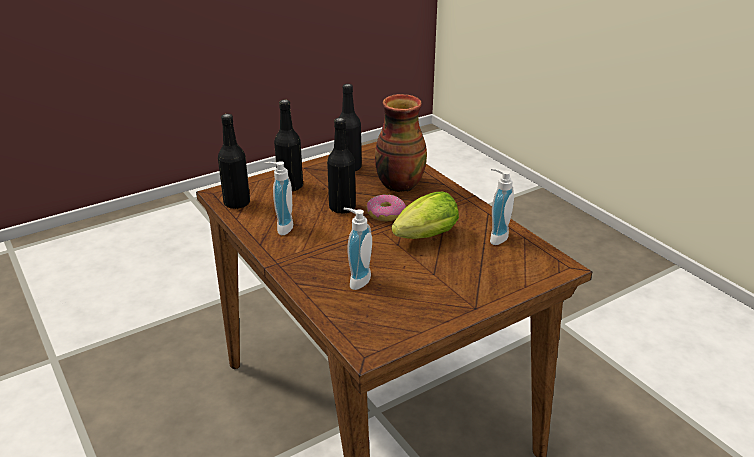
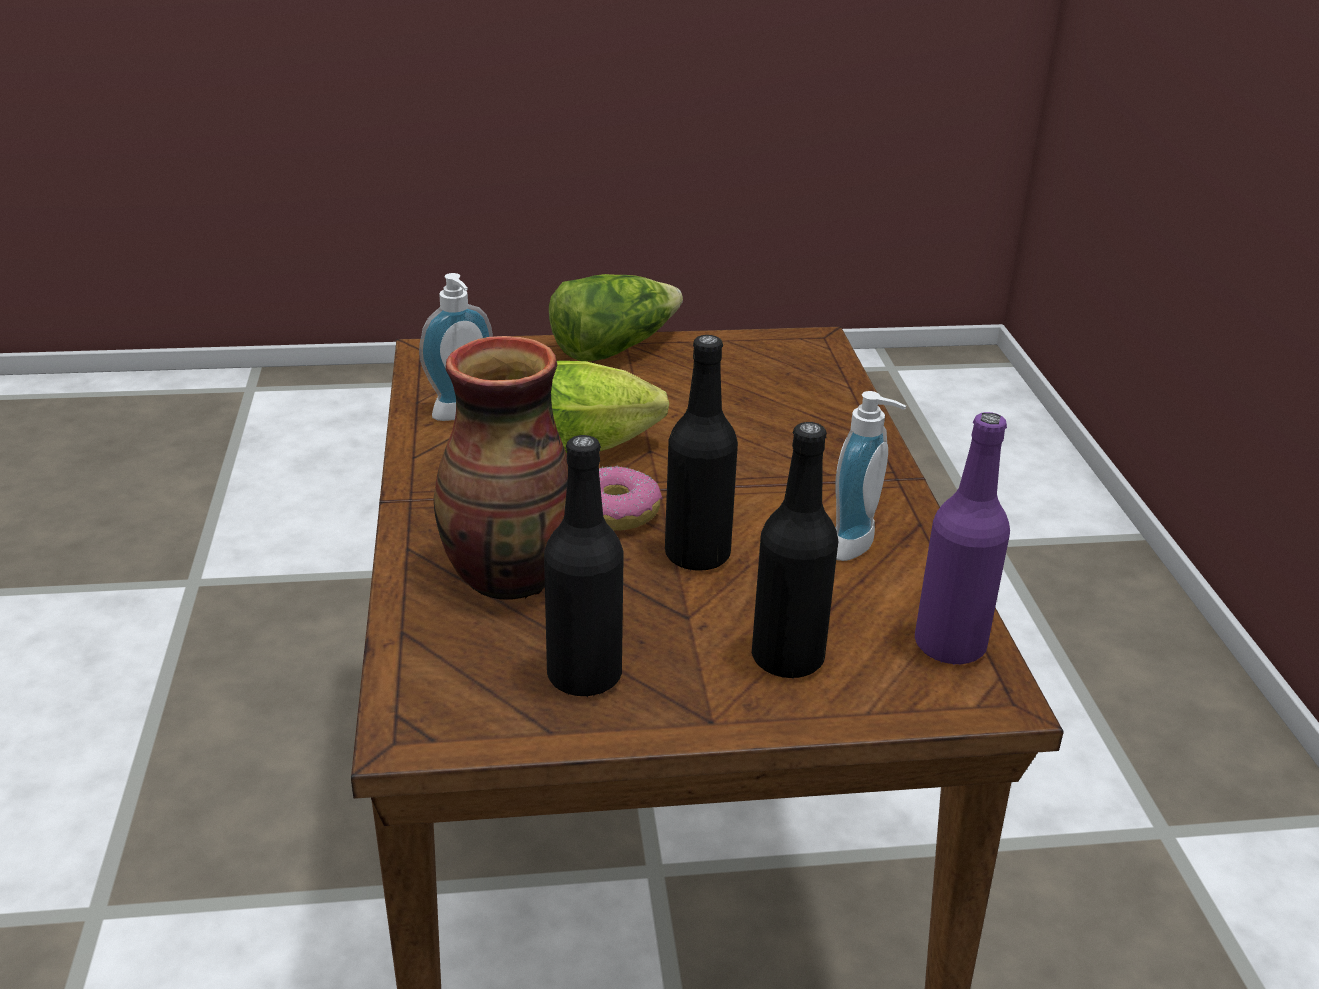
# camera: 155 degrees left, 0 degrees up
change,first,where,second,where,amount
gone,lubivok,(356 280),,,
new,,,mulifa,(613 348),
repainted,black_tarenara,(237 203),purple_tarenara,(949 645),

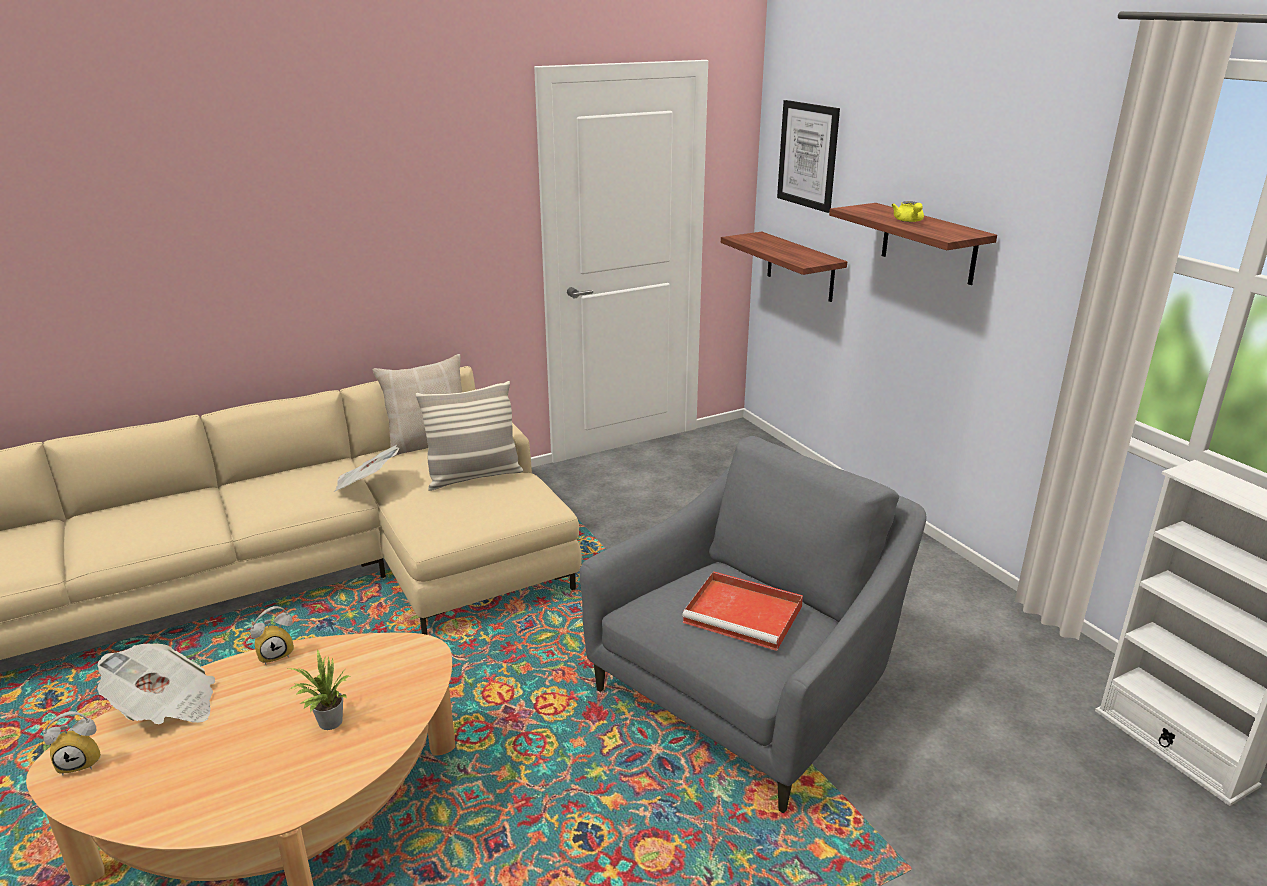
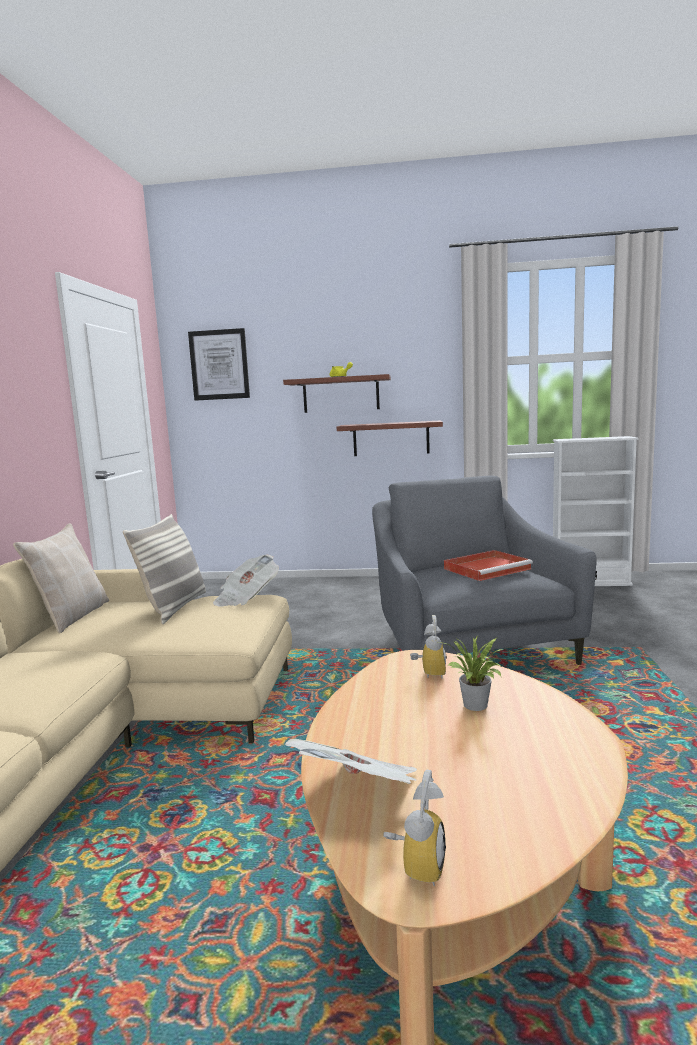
# camera: 55 degrees left, 15 degrees down
change,first,where,second,where,amount
shifted,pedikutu,(276 653),,(428 673),
shifted,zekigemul,(367 485),,(246 598),
shifted,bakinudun,(800 267),,(391 438),

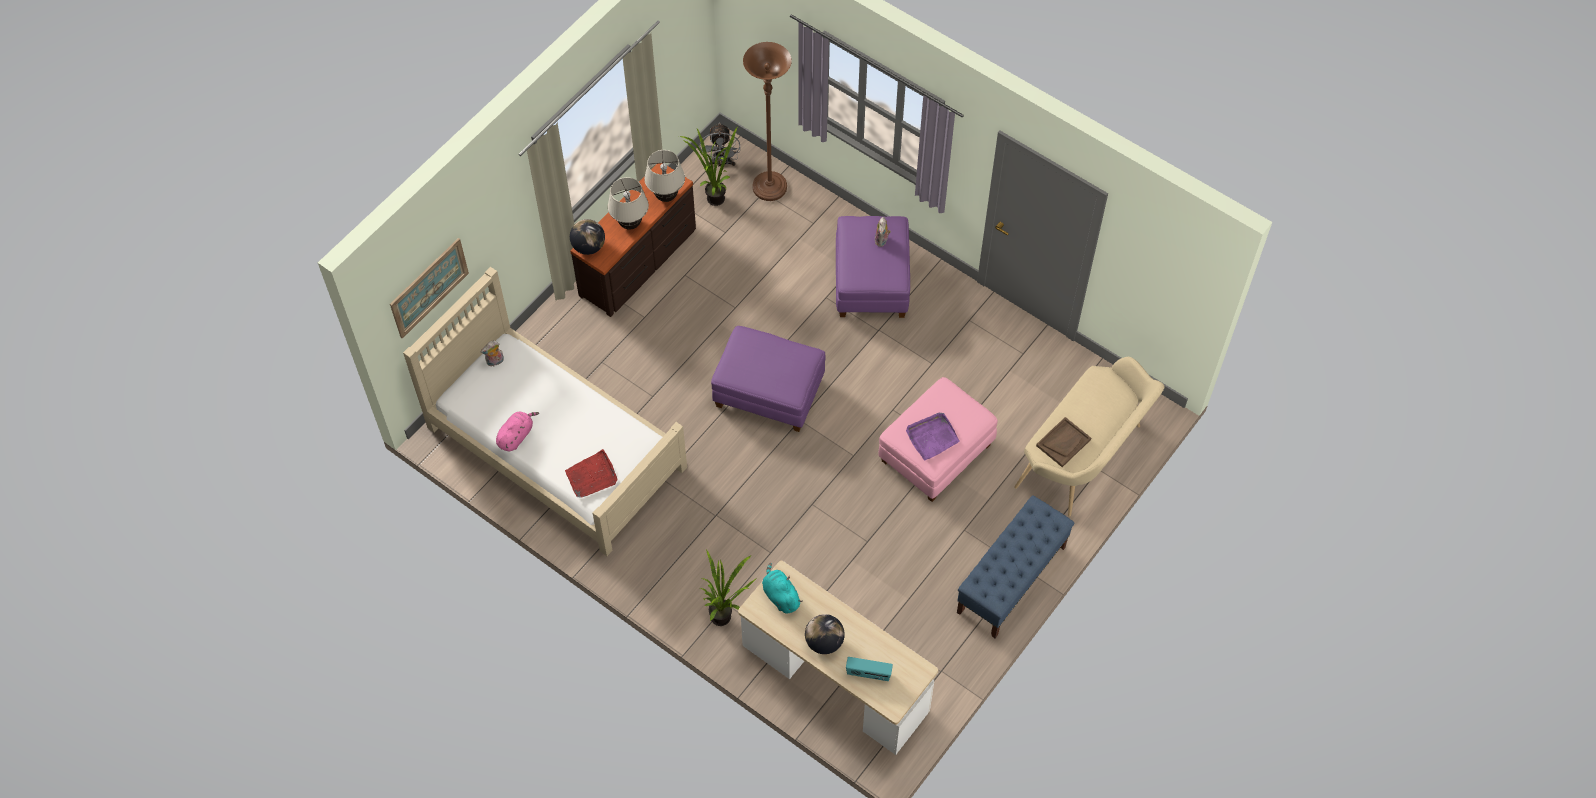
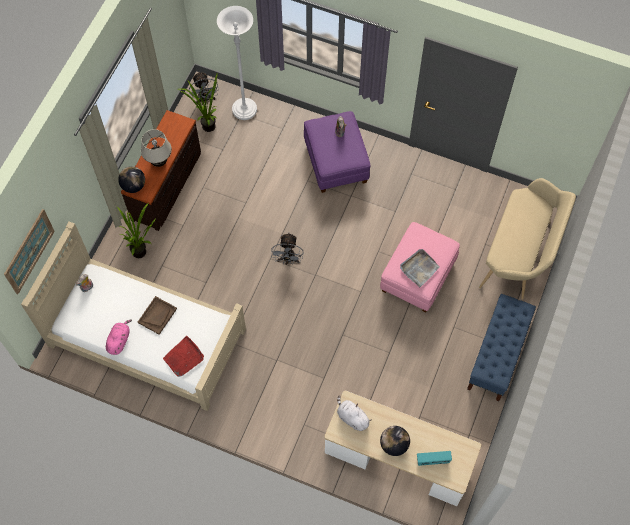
# camera: 15 degrees left, 5 degrees up
change,first,where,second,where,amount
gone,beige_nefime,(666 197),,,
shifted,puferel,(726 617),,(143 252),
shifted,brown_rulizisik,(1063 442),,(157 315),
swapped,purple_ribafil,(769 392),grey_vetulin,(288 260),
repainted,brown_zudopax,(769 187),white_zudopax,(244 110),
repainted,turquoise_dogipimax,(780 596),white_dogipimax,(352 417),
repainted,purple_rulizisik,(932 437),grey_rulizisik,(419 268),

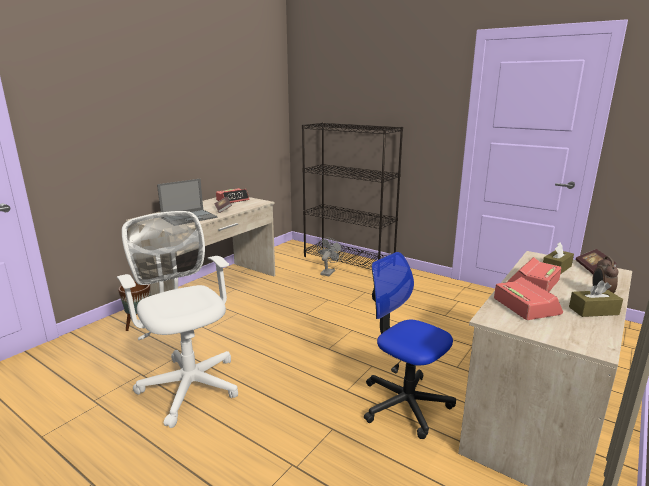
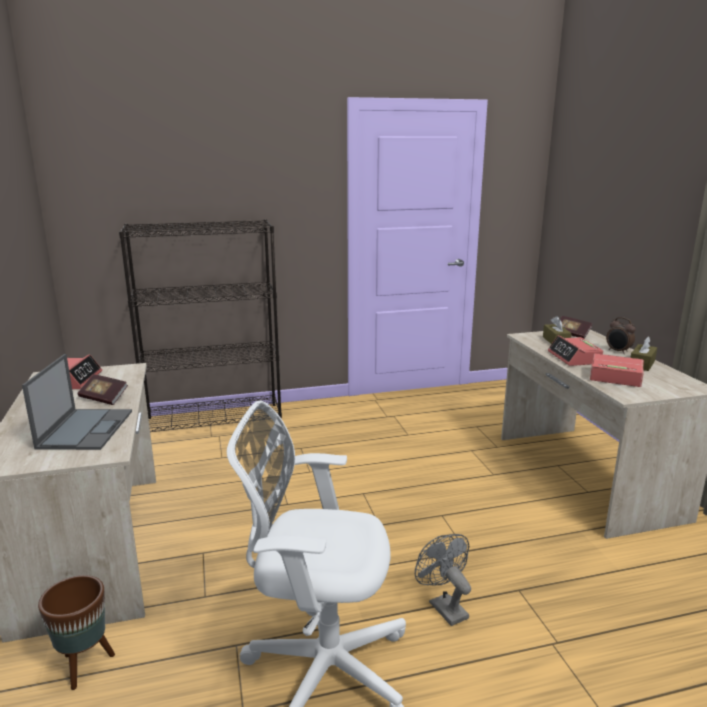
# camera: 50 degrees left, 0 degrees up
change,first,where,second,where,amount
gone,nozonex,(405 403),,,
shifted,grey_vetulin,(328 272),,(443 606),

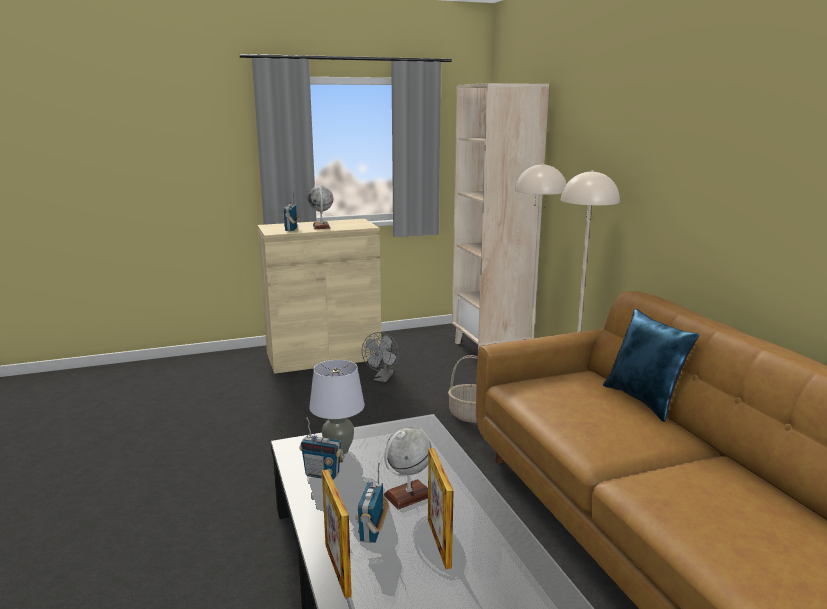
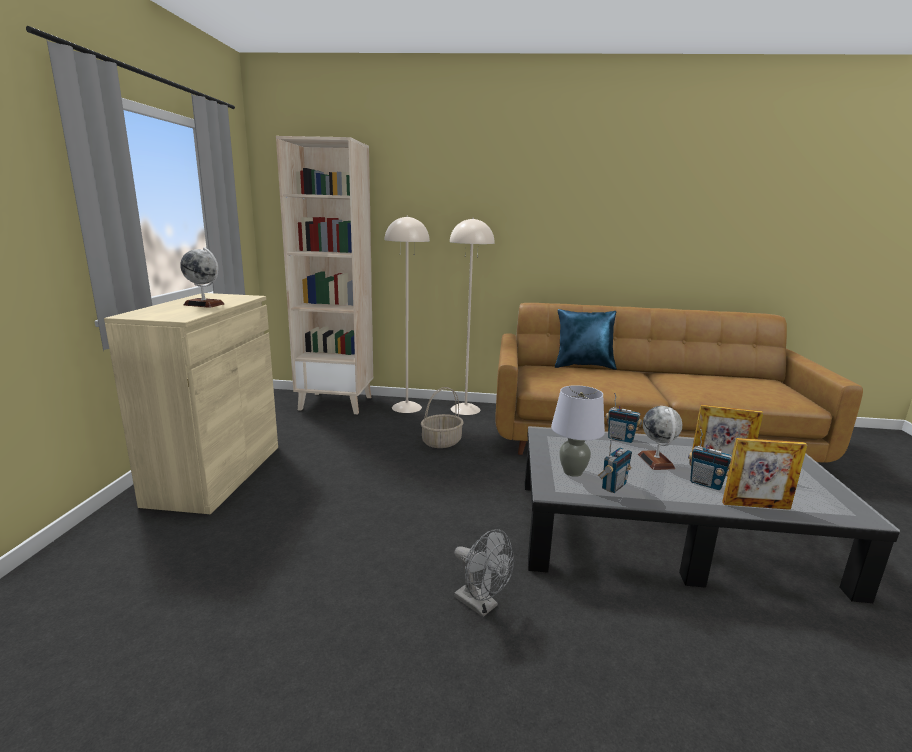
# camera: 65 degrees left, 0 degrees up
change,first,where,second,where,amount
shifted,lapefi,(291 229),,(620 439),
shifted,grey_vetulin,(382 378),,(481 605),

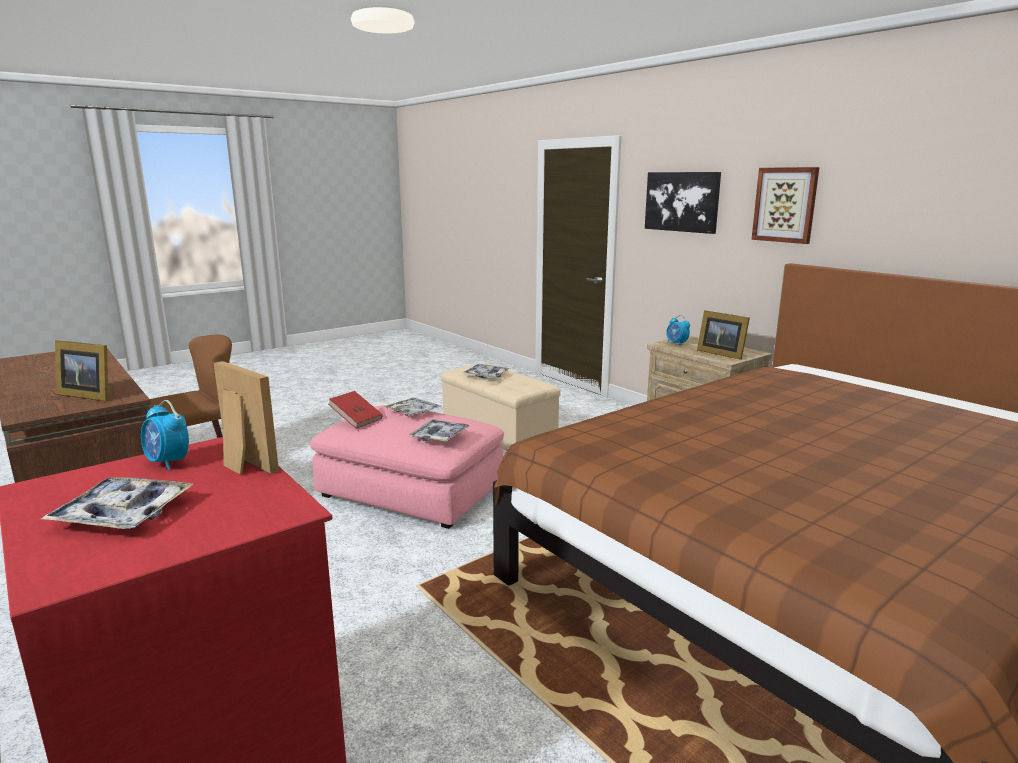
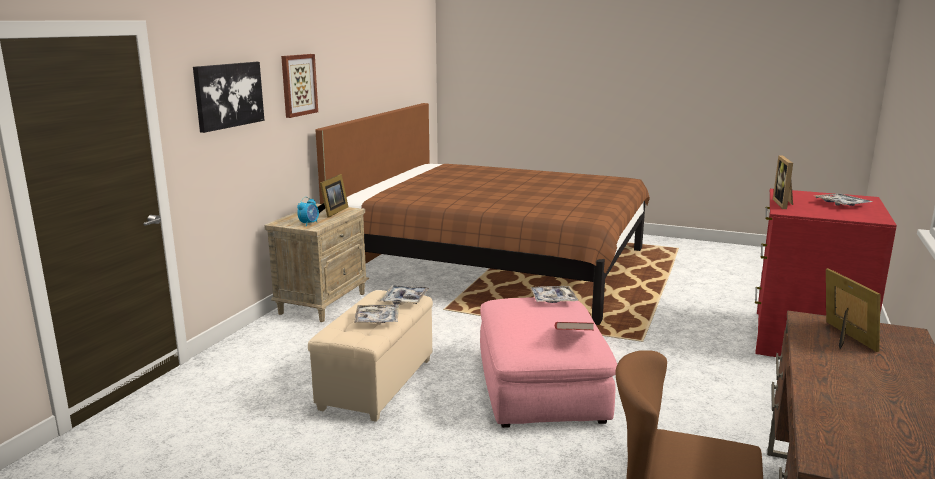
# camera: 120 degrees left, 0 degrees up
change,first,where,second,where,amount
gone,pedikutu,(168 463),,,
shifted,rulizisik,(413 412),,(405 299),

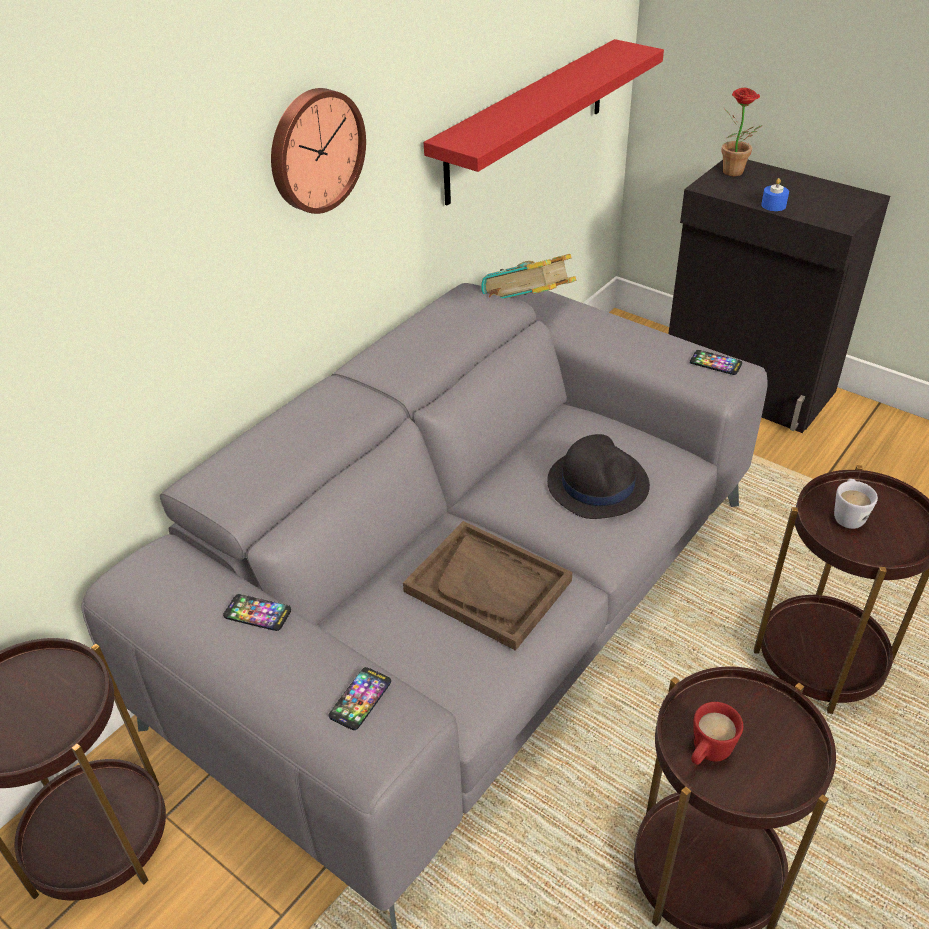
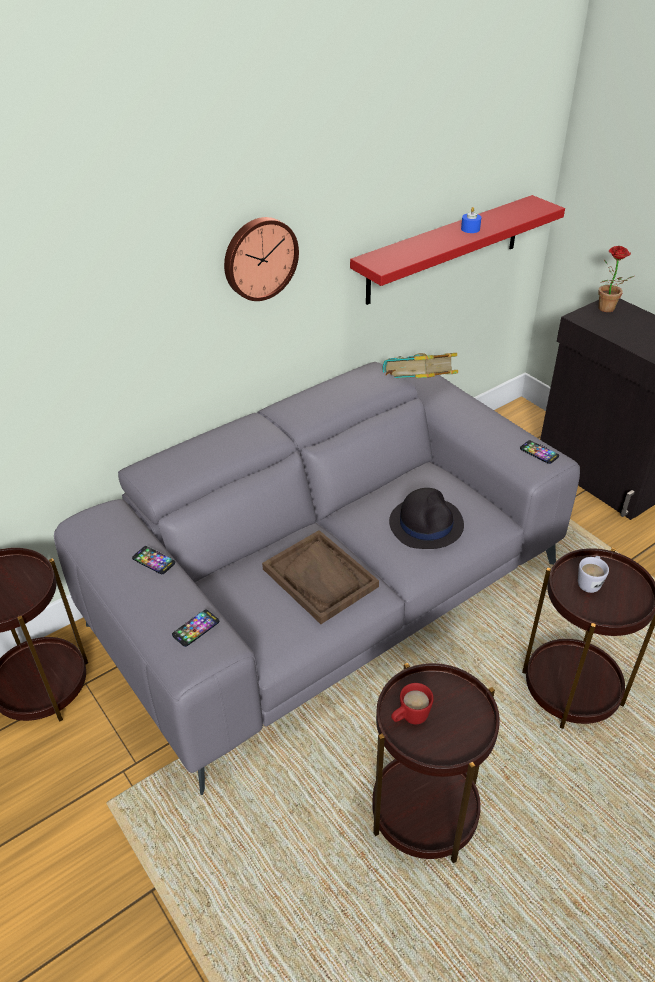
# camera: 15 degrees right, 0 degrees up
change,first,where,second,where,amount
shifted,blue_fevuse,(773 205),,(470 229),

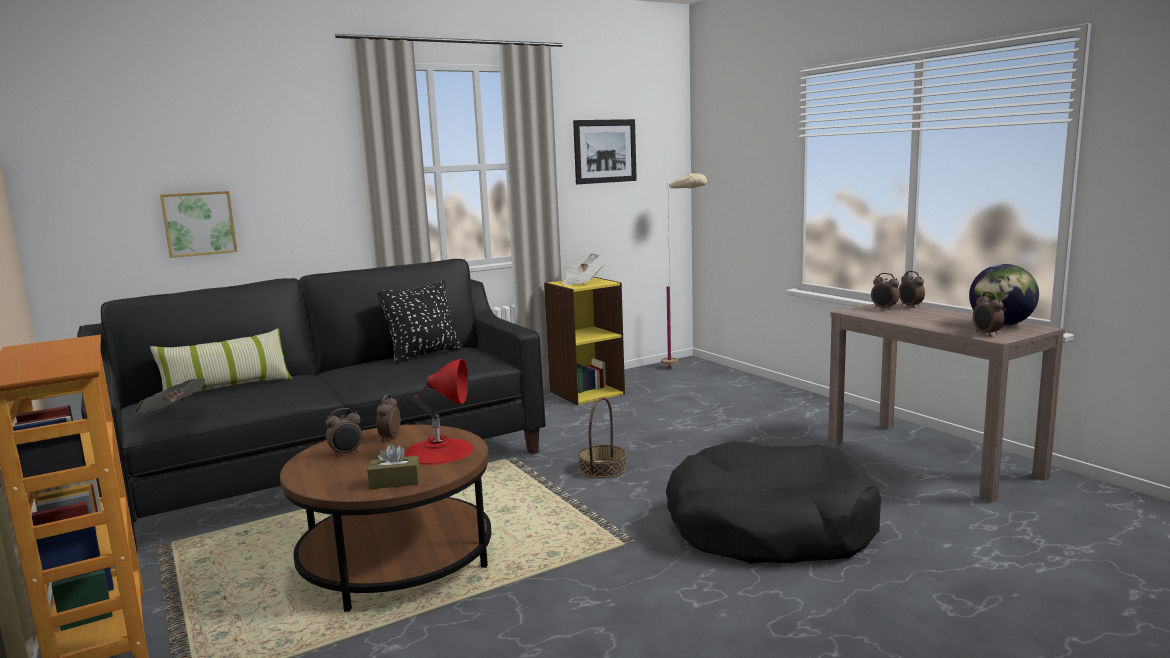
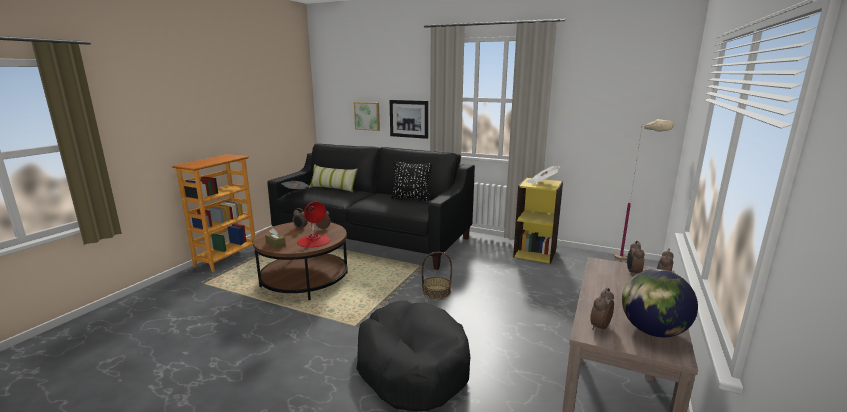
# camera: 55 degrees right, 5 degrees up
change,first,where,second,where,amount
shifted,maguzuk,(605 151),,(409 119),

